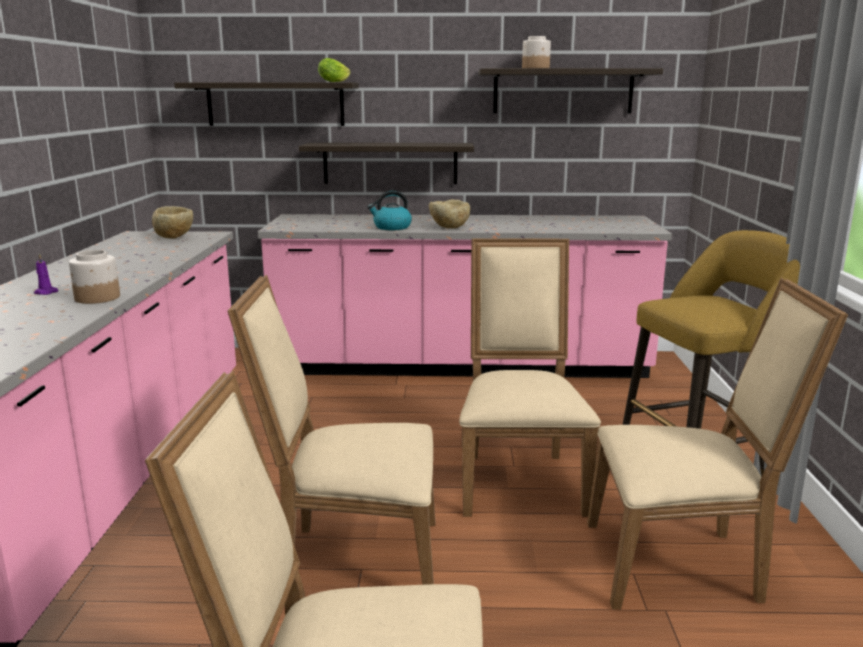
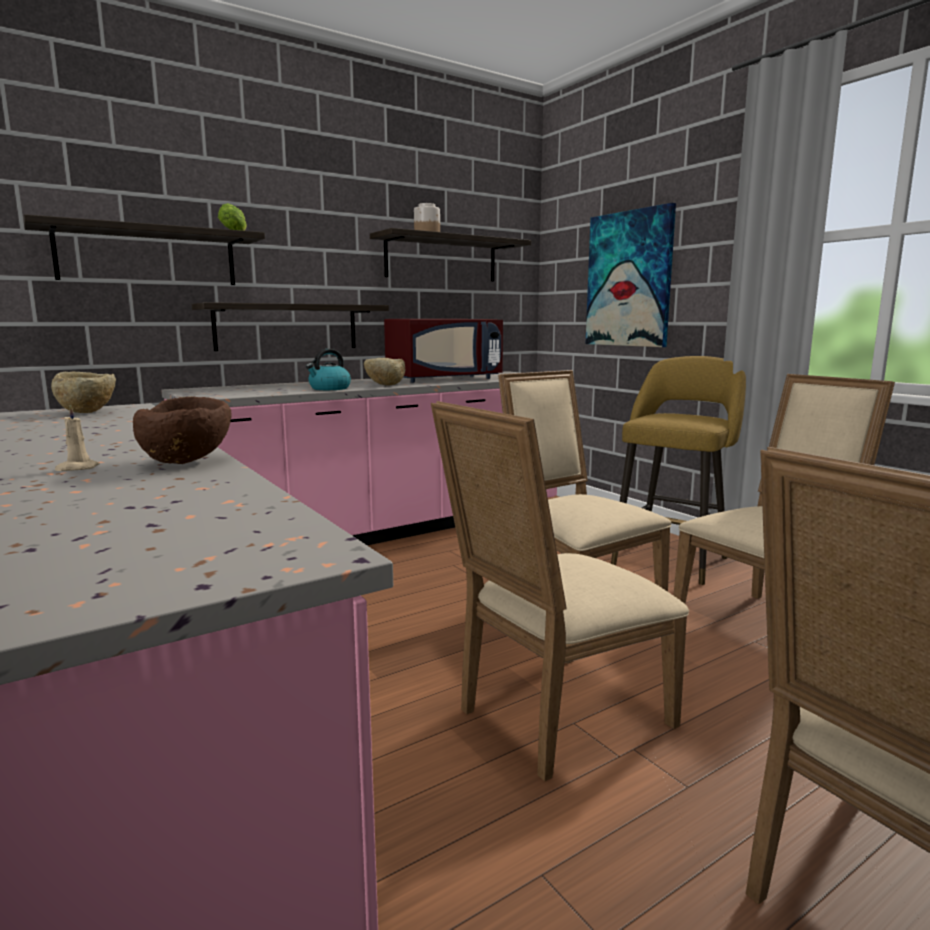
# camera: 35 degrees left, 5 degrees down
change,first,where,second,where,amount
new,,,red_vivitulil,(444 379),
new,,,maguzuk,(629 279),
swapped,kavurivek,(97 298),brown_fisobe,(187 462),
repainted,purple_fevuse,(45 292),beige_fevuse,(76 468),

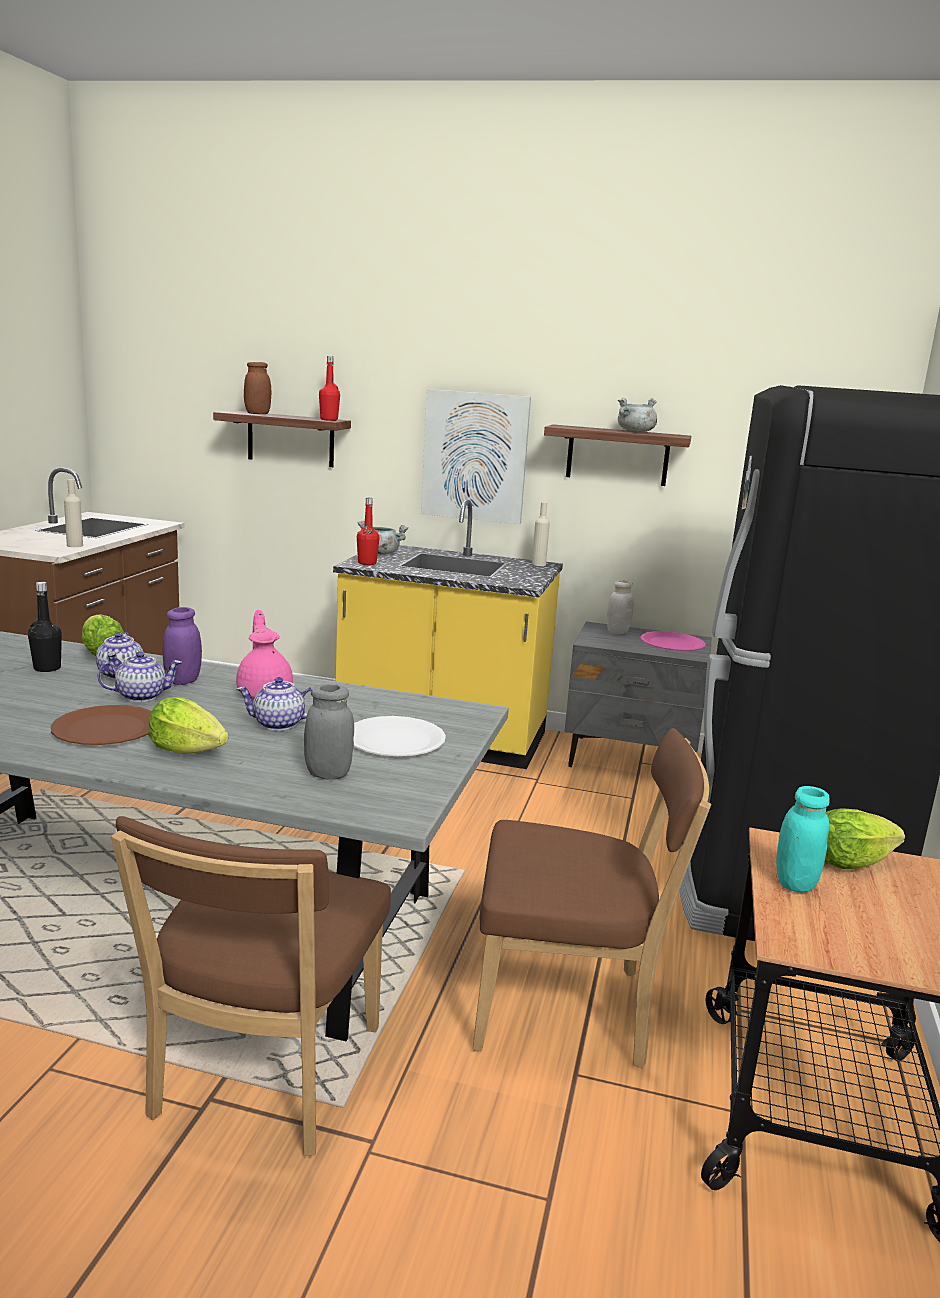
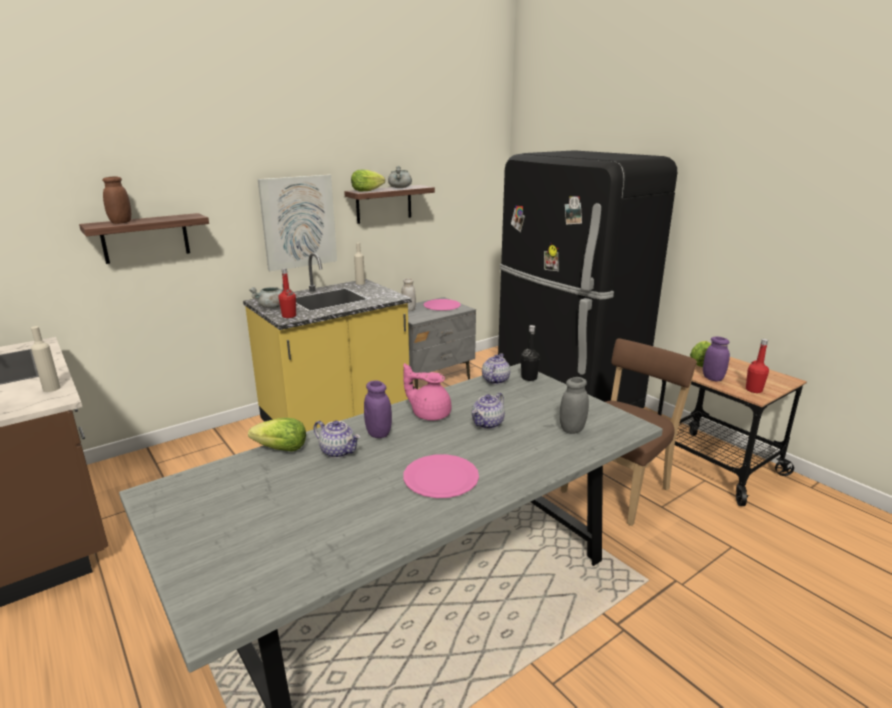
# camera: 50 degrees left, 5 degrees up
change,first,where,second,where,amount
gone,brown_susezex,(262 1079),,,
gone,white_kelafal,(395 739),,,
shifted,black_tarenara,(47 668),,(529 378),
shifted,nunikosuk,(141 696),,(495 380),
shifted,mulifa,(187 750),,(366 191),
shifted,red_tarenara,(329 420),,(753 390),
repainted,brown_kelafal,(107 729),pink_kelafal,(441 478),
repainted,turquoise_kavurivek,(795 883),purple_kavurivek,(712 378),

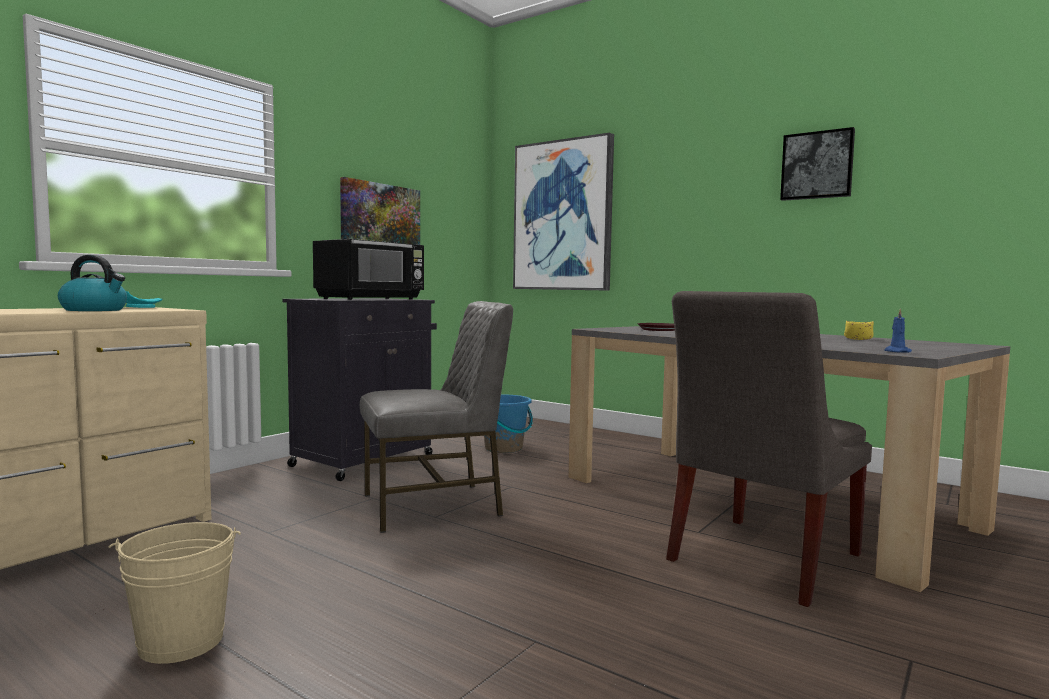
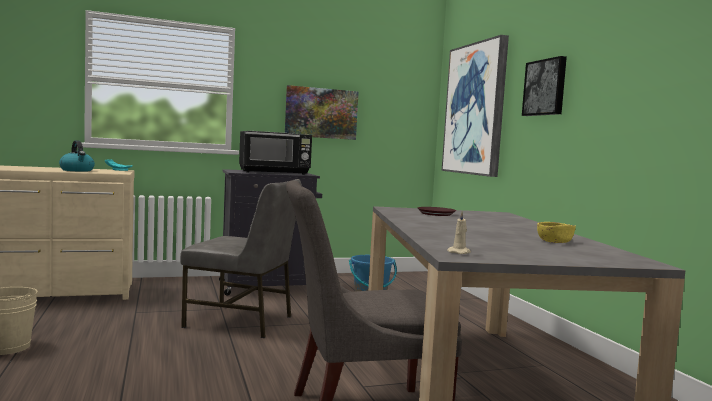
# camera: 35 degrees right, 0 degrees up
change,first,where,second,where,amount
shifted,maguzuk,(817 165),,(545 87),
repainted,blue_fevuse,(896 352),beige_fevuse,(459 252),

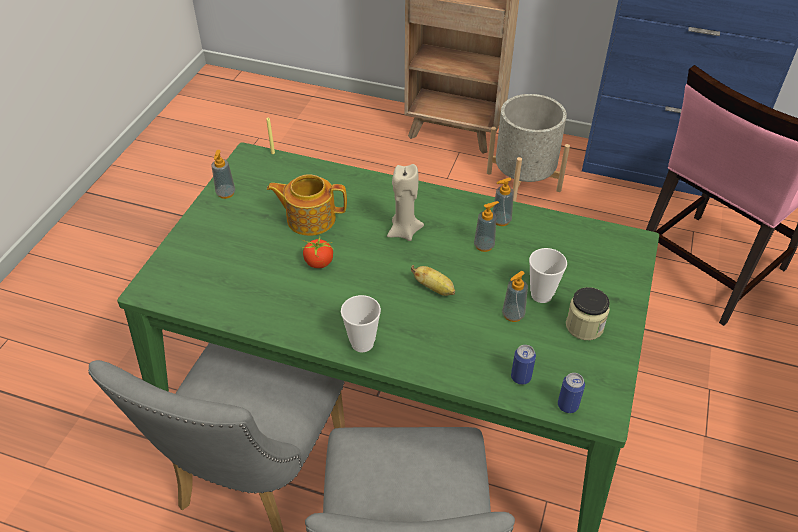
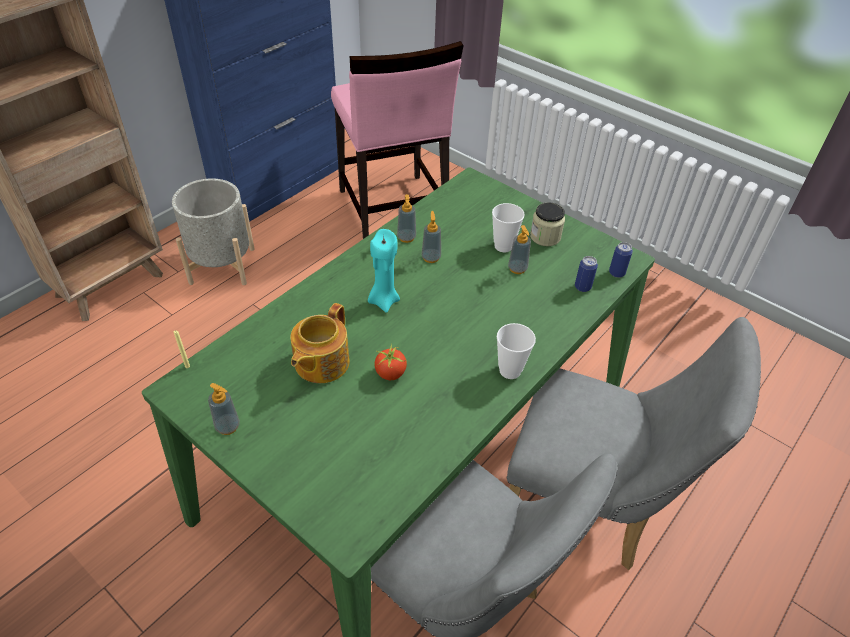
# camera: 70 degrees left, 0 degrees up
change,first,where,second,where,amount
gone,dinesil,(434 289),,,
repainted,beige_fevuse,(404 232),turquoise_fevuse,(383 300),

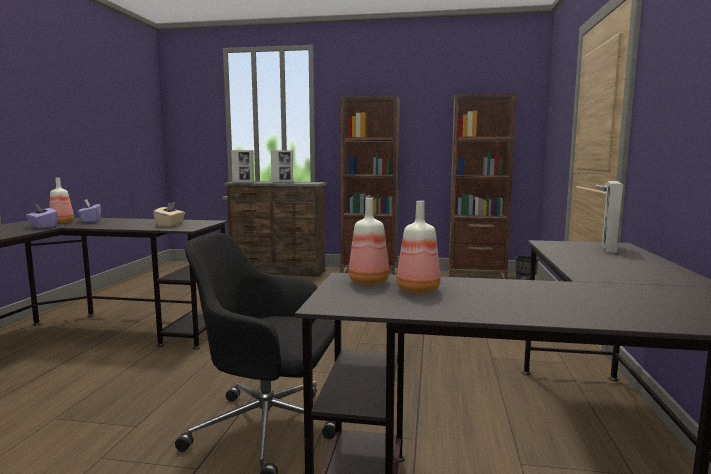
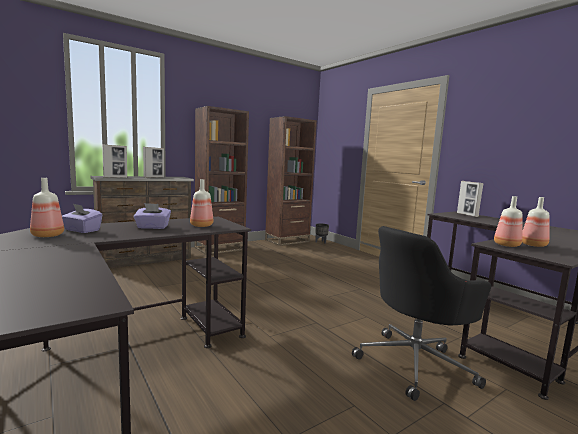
# camera: 45 degrees left, 0 degrees up
change,first,where,second,where,amount
shifted,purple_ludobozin,(42 227),,(152 227),
swapped,beige_ludobozin,(170 225),tarenara,(201 225),

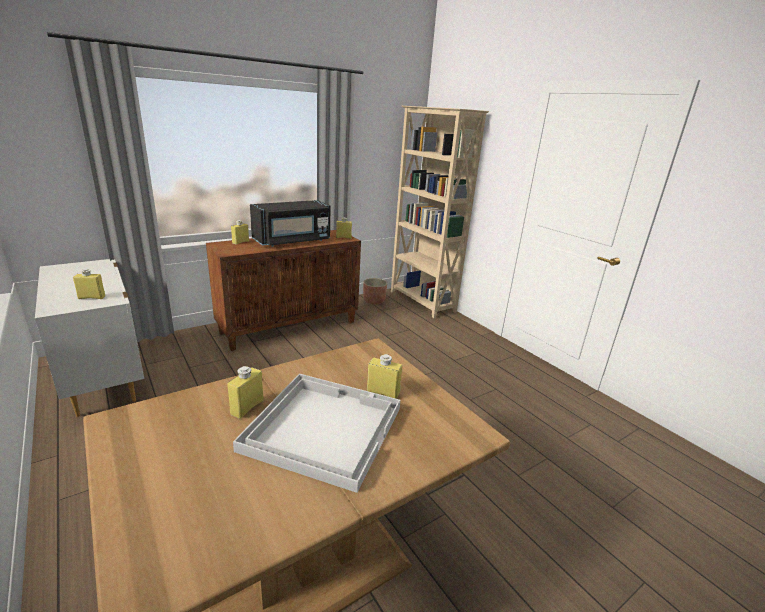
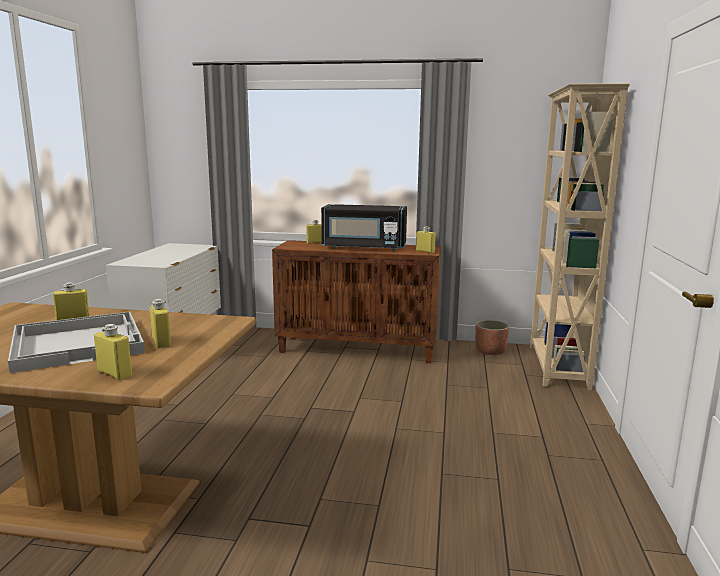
# camera: 45 degrees right, 10 degrees down
change,first,where,second,where,amount
shifted,yellow_tarenara,(91 297),,(114 374),

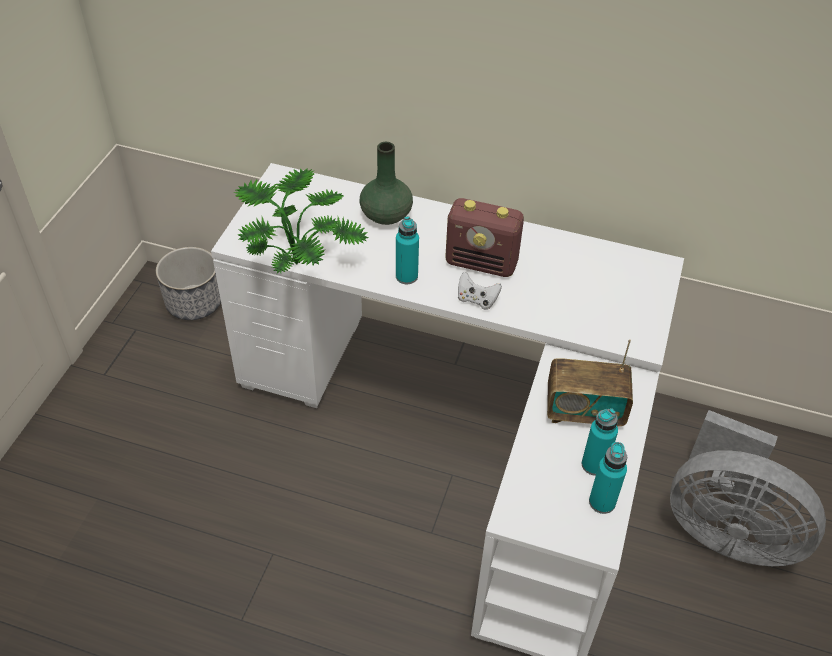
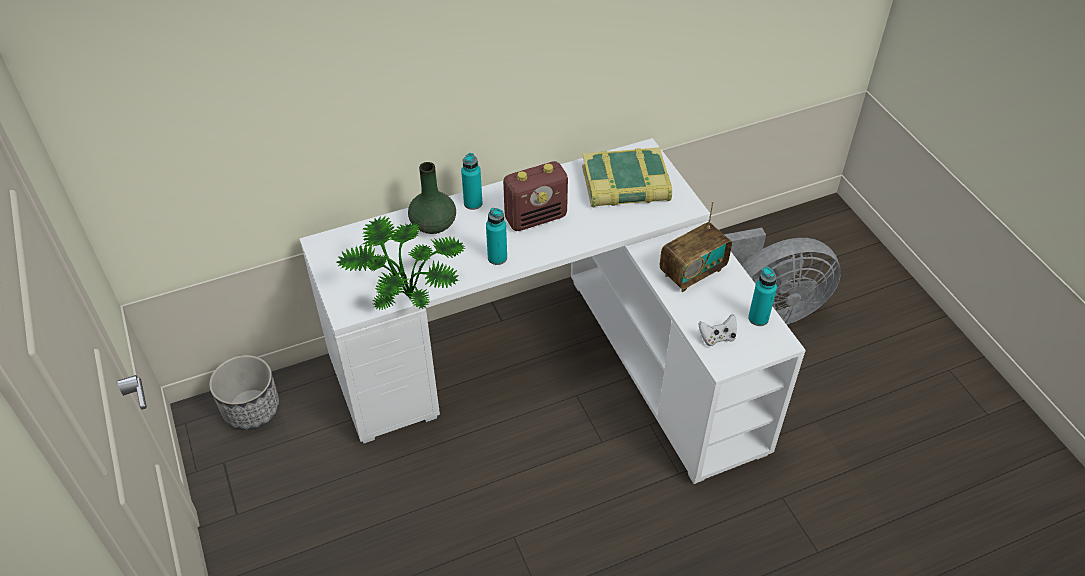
# camera: 40 degrees left, 0 degrees up
change,first,where,second,where,amount
new,,,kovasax,(625 185),
shifted,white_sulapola,(476 300),,(717 337),
shifted,turquoise_tarenara,(594 465),,(473 203),

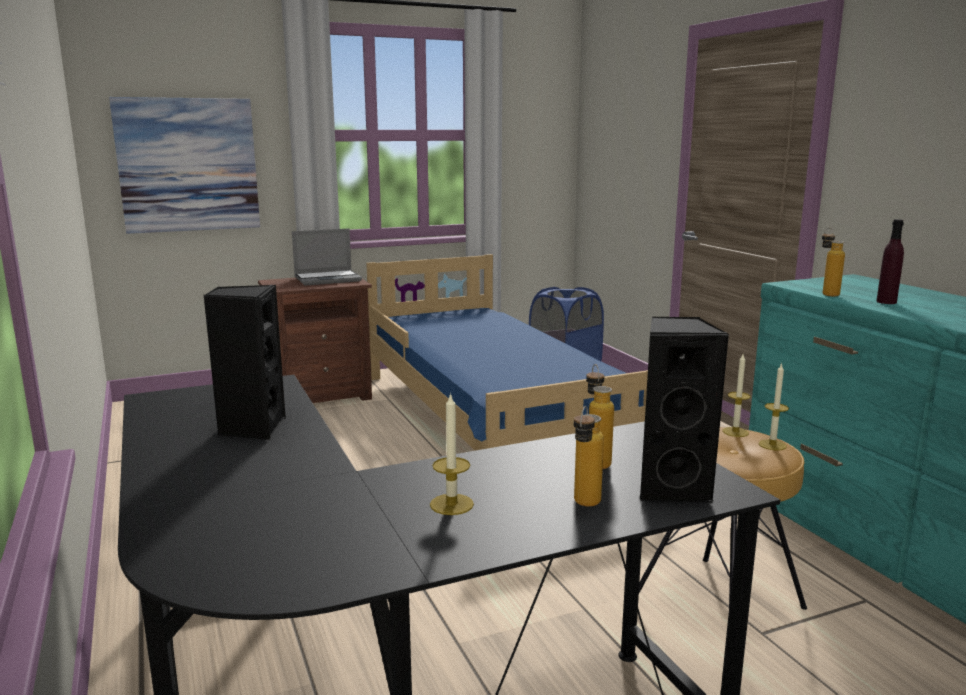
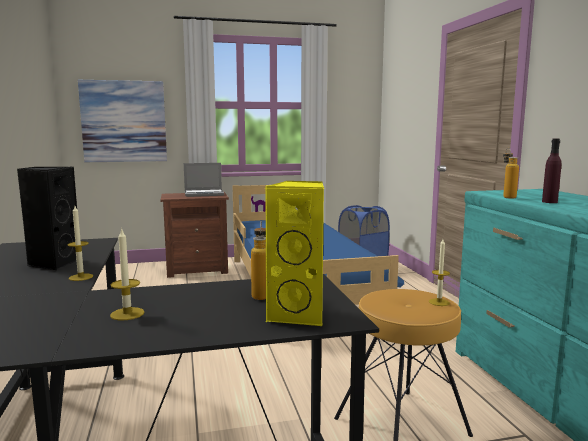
# camera: 10 degrees right, 5 degrees down
change,first,where,second,where,amount
gone,tarenara,(584 506),,,
shifted,fevuse,(735 432),,(81 277),
repainted,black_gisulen,(671 488),yellow_gisulen,(299 315),

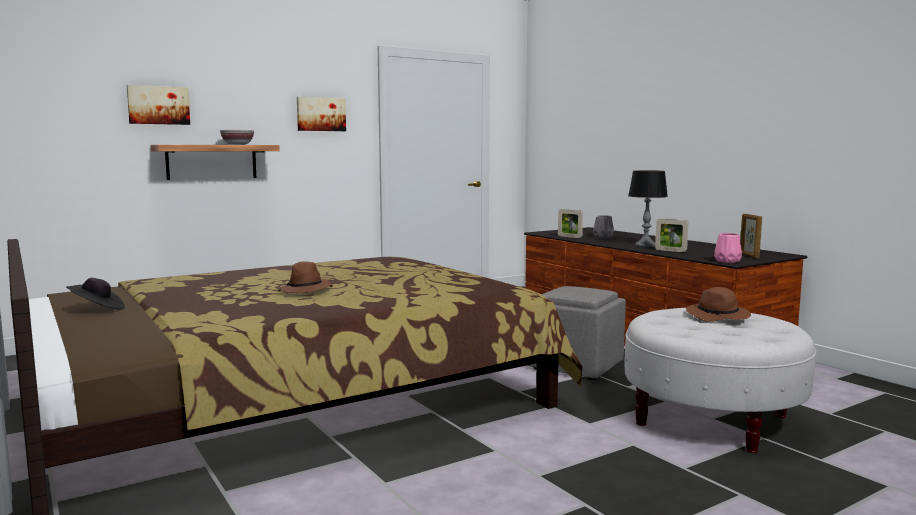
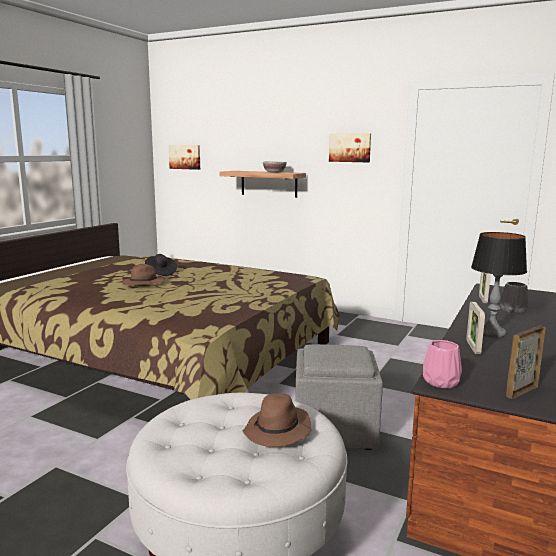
# camera: 60 degrees right, 5 degrees up
change,first,where,second,where,amount
shifted,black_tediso,(97 309),,(160 273),
shifted,maguzuk,(158 105),,(185 157),

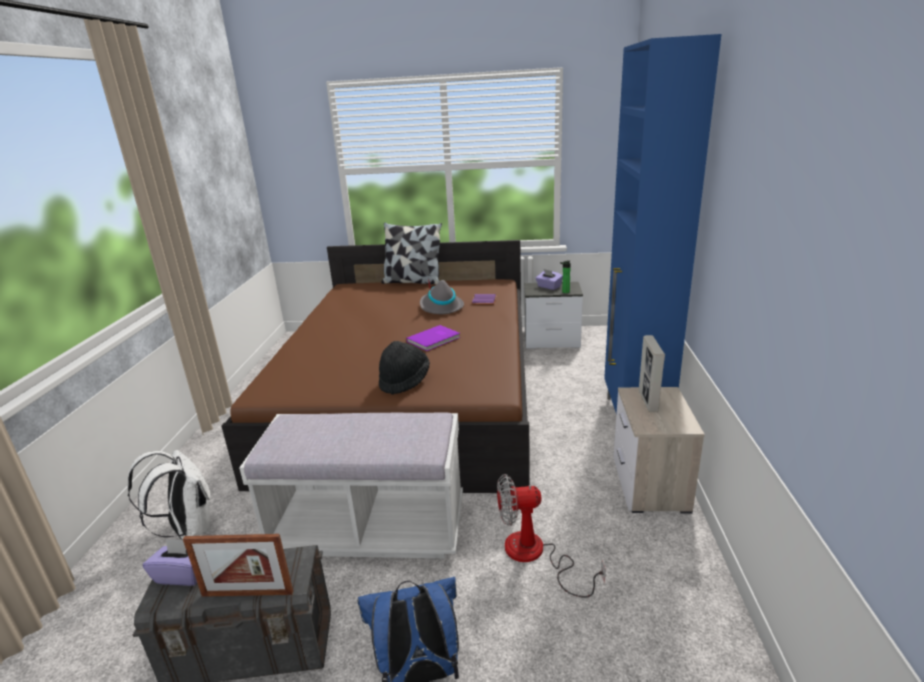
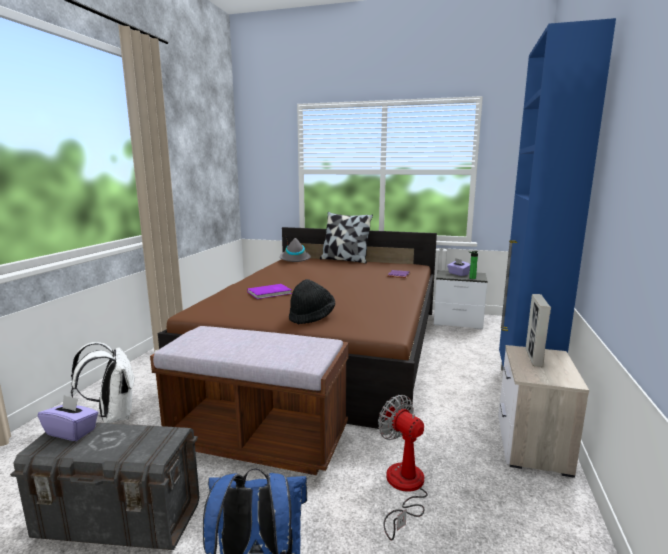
# camera: 10 degrees right, 10 degrees down
change,first,where,second,where,amount
gone,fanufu,(247 594),,,
shifted,purple_kovasax,(435 339),,(270 293),
shifted,grey_tediso,(441 307),,(295 258),
repainted,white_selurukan,(369 528),brown_selurukan,(257 439),
rotated,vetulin,(535 555),,(403 488),45 degrees clockwise

